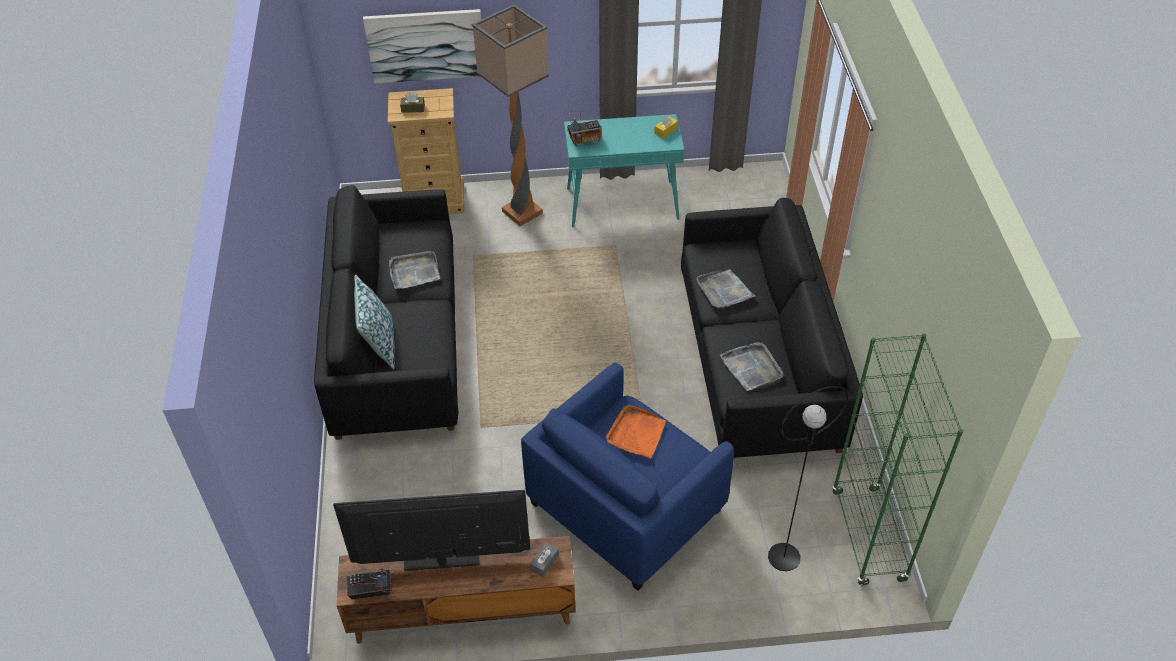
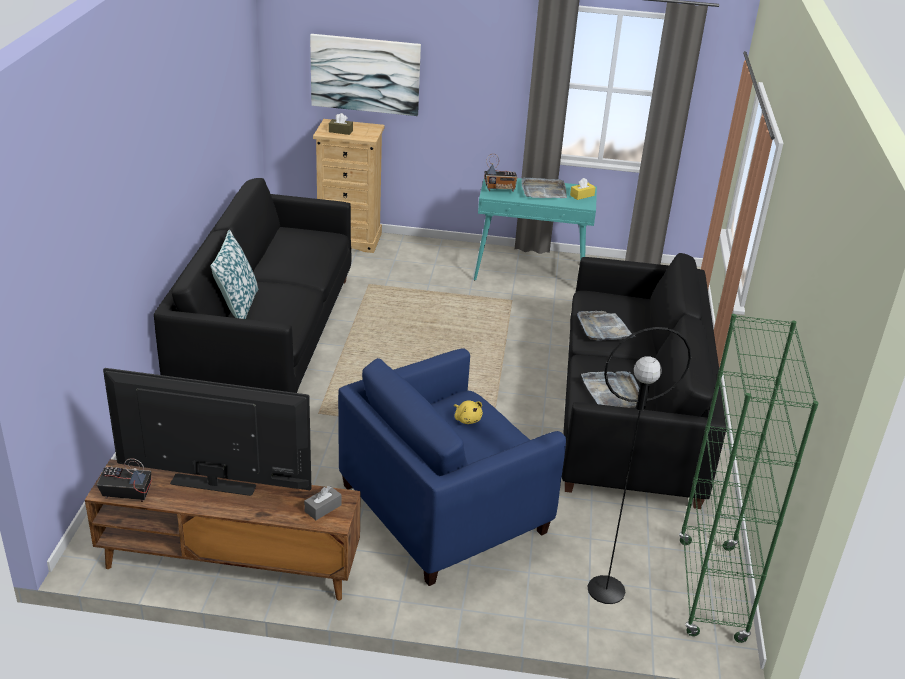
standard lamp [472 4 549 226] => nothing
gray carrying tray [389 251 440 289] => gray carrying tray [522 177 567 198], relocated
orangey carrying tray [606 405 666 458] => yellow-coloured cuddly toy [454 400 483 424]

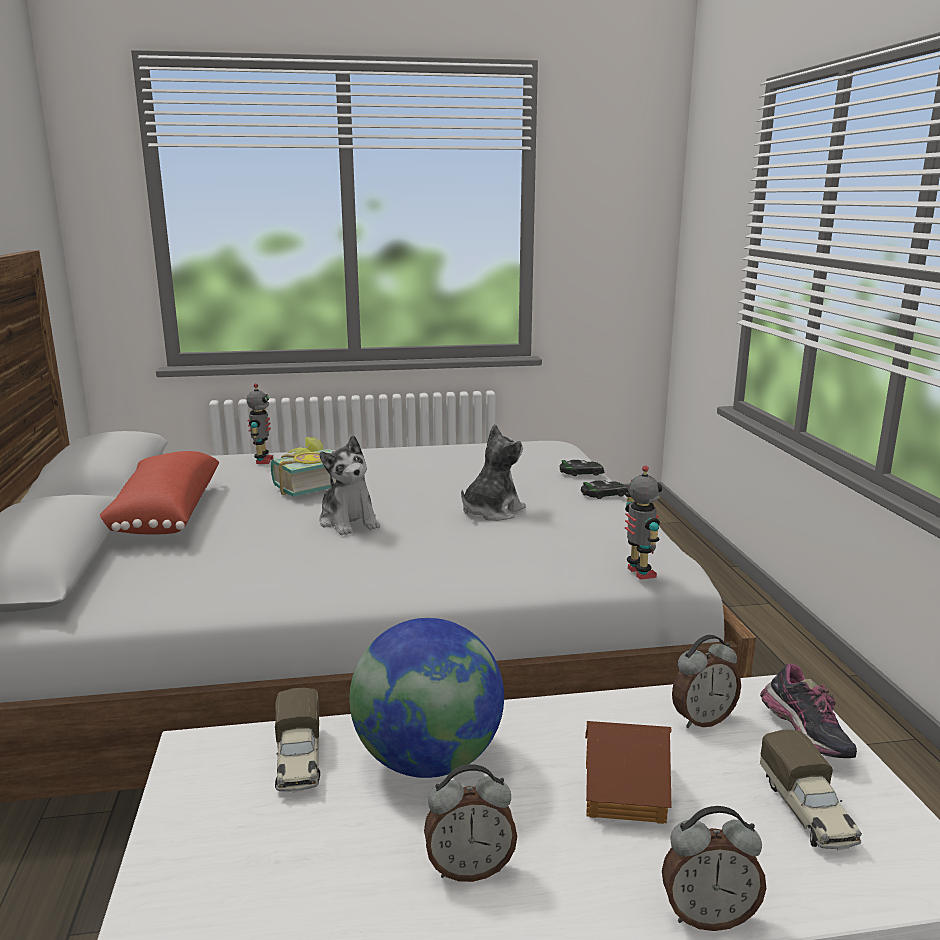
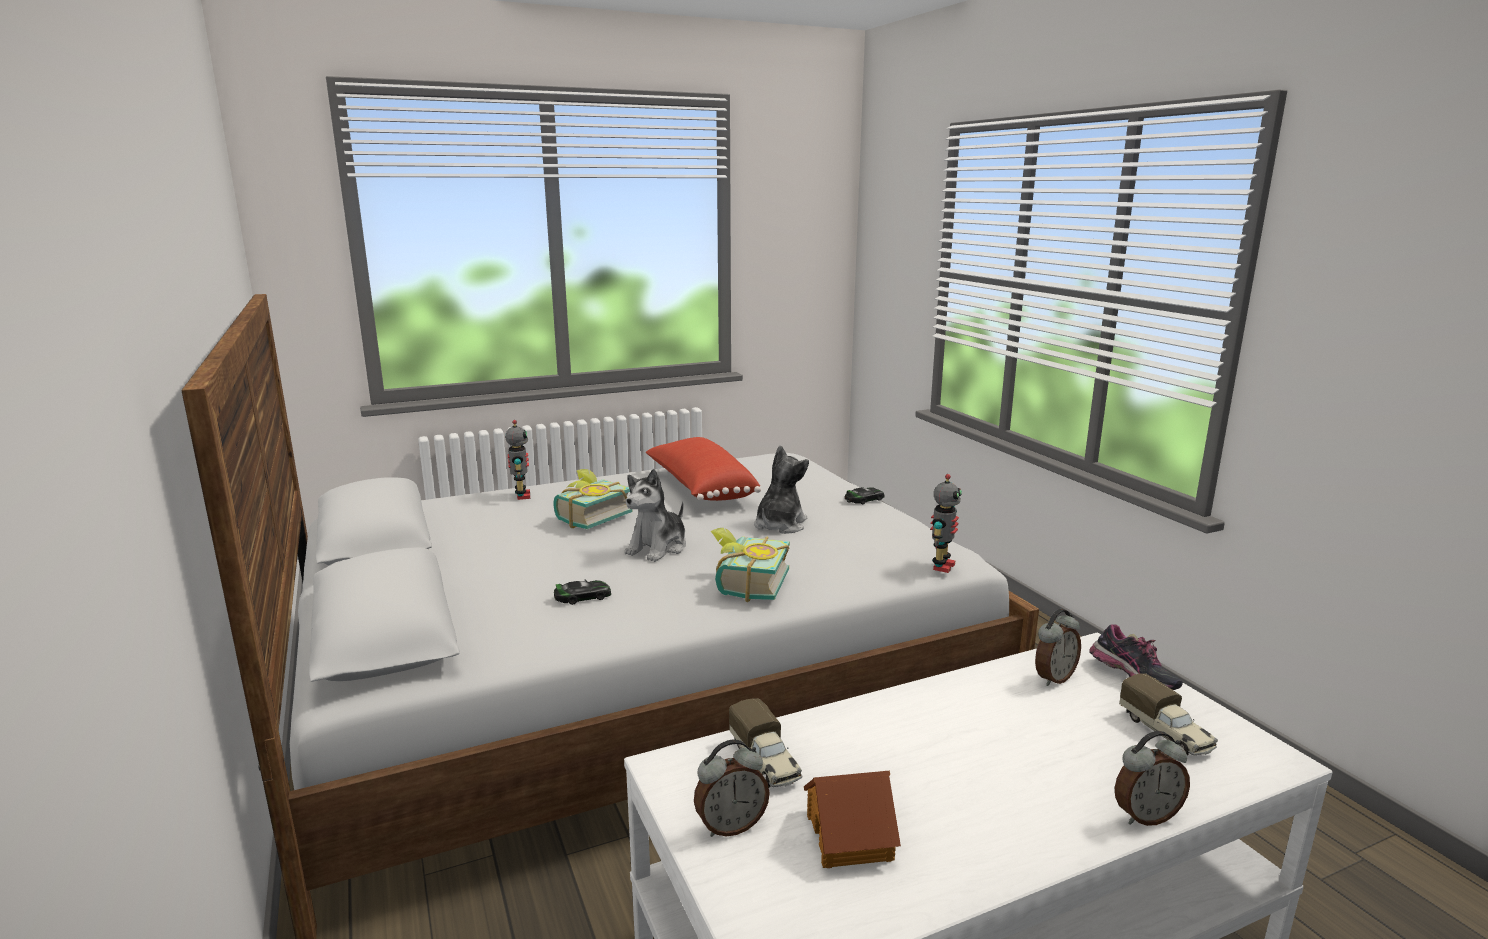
cuddly toy [319 435 380 536] => cuddly toy [624 469 686 562], 75 degrees clockwise
red-coloured pillow [100 451 219 534] => red-coloured pillow [646 437 761 501], relocated
model car [560 460 604 476] => model car [554 580 611 605], relocated
toy robot [625 465 662 580] => toy robot [930 474 962 573], 60 degrees clockwise
desk globe [349 618 504 778] => nothing
model house [585 721 672 824] => model house [804 771 901 868], relocated
alarm clock [424 764 517 882] => alarm clock [694 740 770 837], relocated
nothing => book [711 528 790 602]

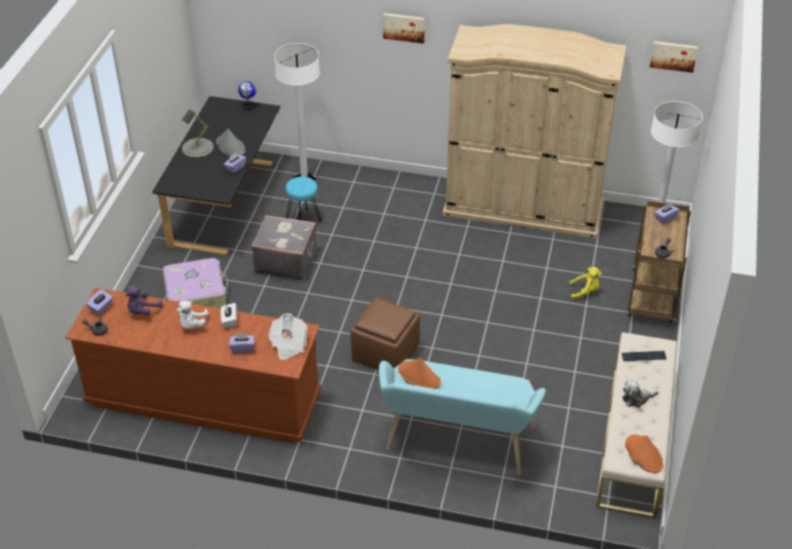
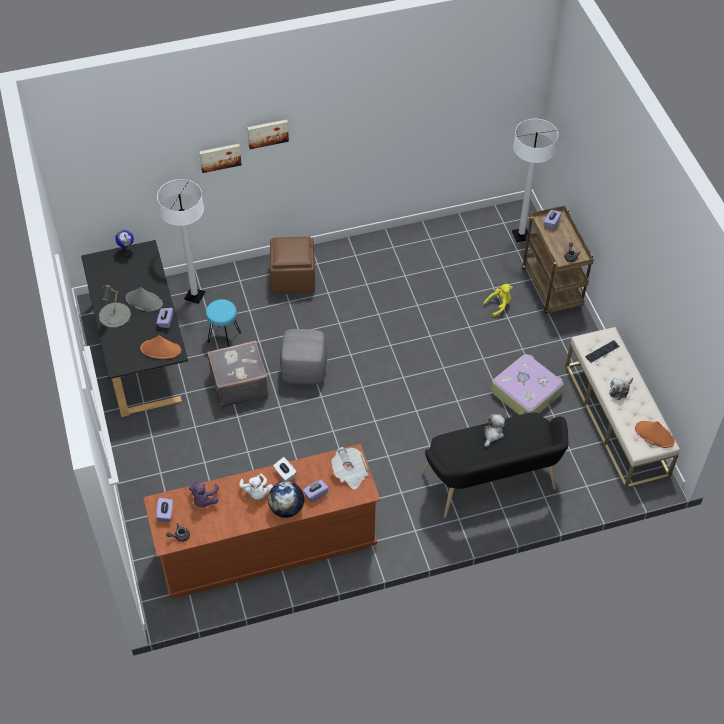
sand-coloured wardrobe [443 24 626 239] => nothing
wall picture [650 41 698 73] => wall picture [199 144 242 173], relocated
piece of luggage [163 258 229 309] => piece of luggage [491 354 564 415], relocated
brownish pouffe [351 297 420 370] => brownish pouffe [270 237 315 294], relocated
orangey hat [398 358 441 389] => orangey hat [140 335 181 359], relocated
blue-green indoor bench [379 359 546 475] => blackish indoor bench [421 412 568 518]
nothing => gray pouffe [280 329 327 385]
nothing => cuddly toy [484 414 505 447]
nothing => desk globe [268 481 304 518]

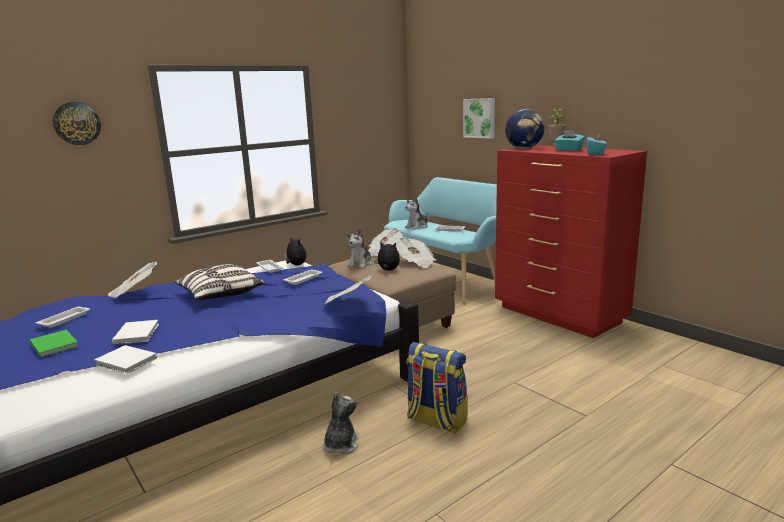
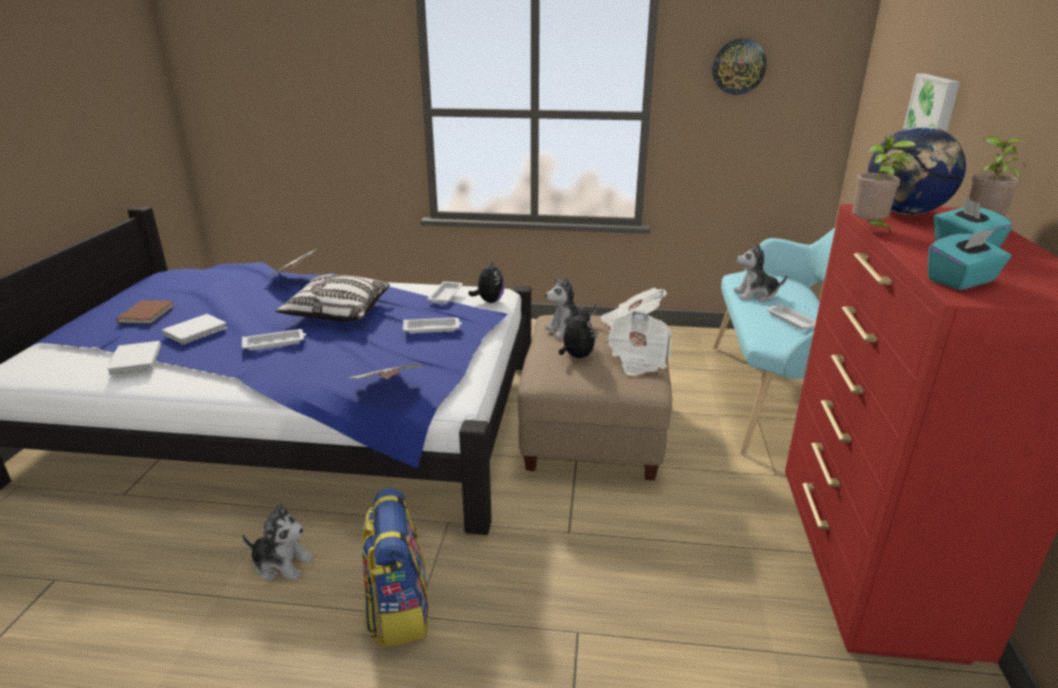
hanging clock [53 102 101 145] => hanging clock [712 38 767 95], relocated
white carrying tray [35 307 90 328] => white carrying tray [242 329 306 350], relocated
green-coloured book [30 330 79 358] => brownish book [116 300 175 325]
cuddly toy [323 392 359 455] => cuddly toy [242 503 314 581], 45 degrees clockwise
nothing => plant in a pot [852 136 916 233]

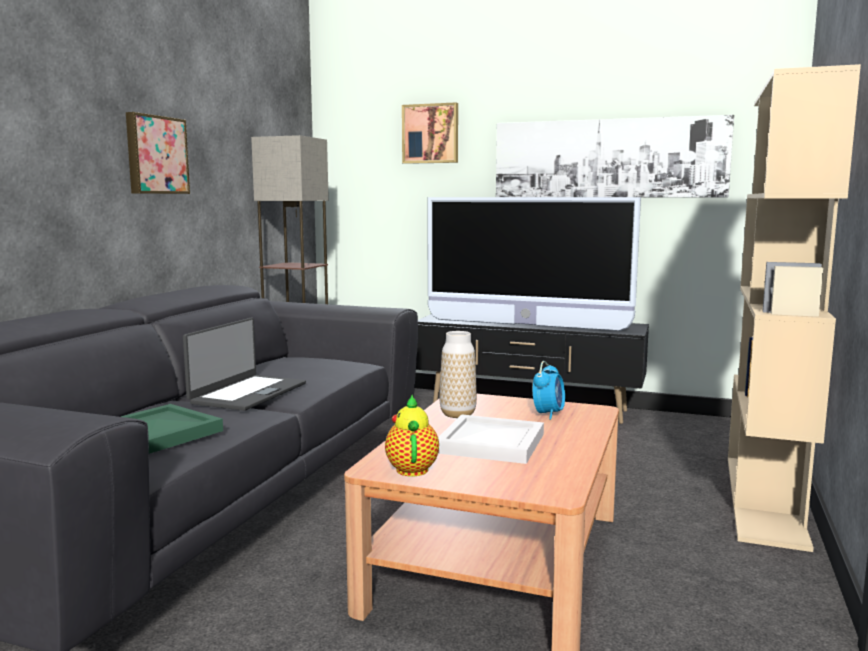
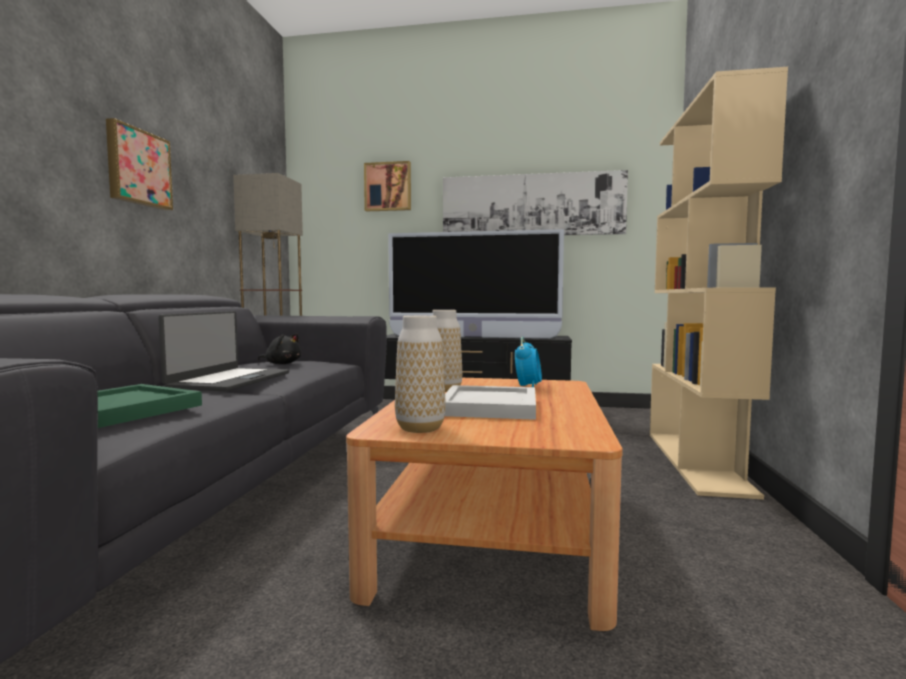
teapot [385 395 439 477] => decorative vase [395 315 446 433]
nothing => blackish cuddly toy [258 334 301 364]

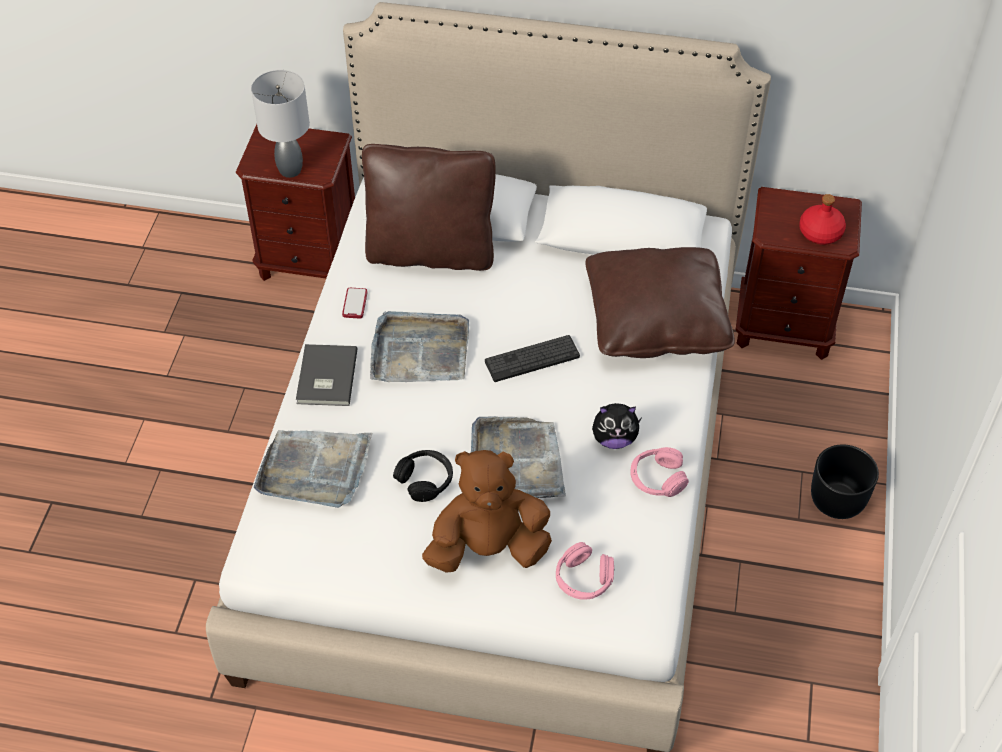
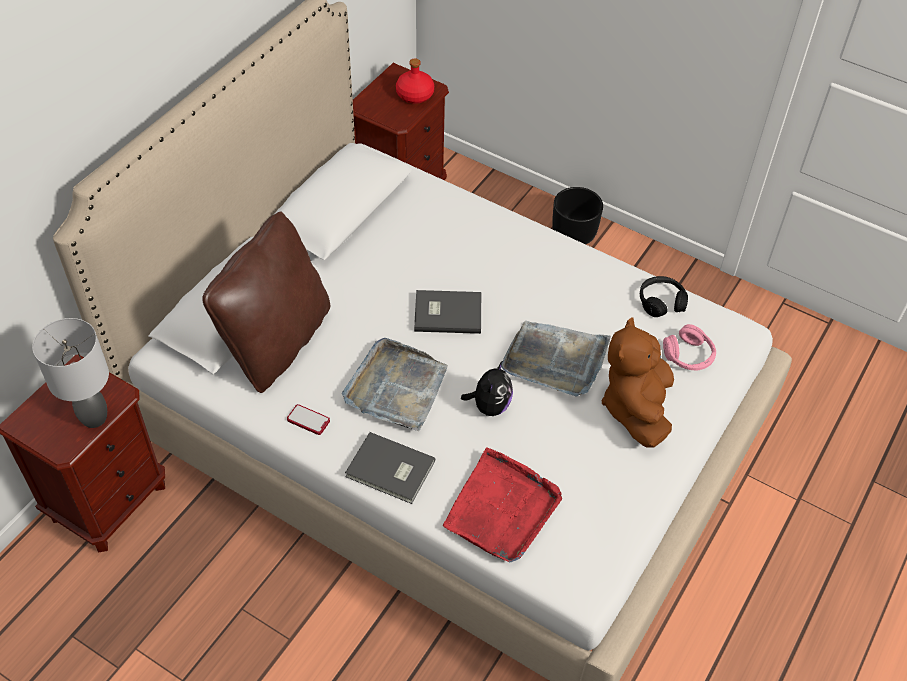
brownish pillow [585 247 735 358] => nothing
computer keyboard [485 335 580 382] => gray book [414 290 481 334]
cuddly toy [592 403 641 449] => cuddly toy [461 361 513 416], relocated
gray carrying tray [254 430 372 508] => red-coloured carrying tray [443 448 562 563]
pinkish pair of headphones [630 447 689 497] => nothing
blackish pair of headphones [393 450 453 502] => blackish pair of headphones [640 276 688 317], relocated

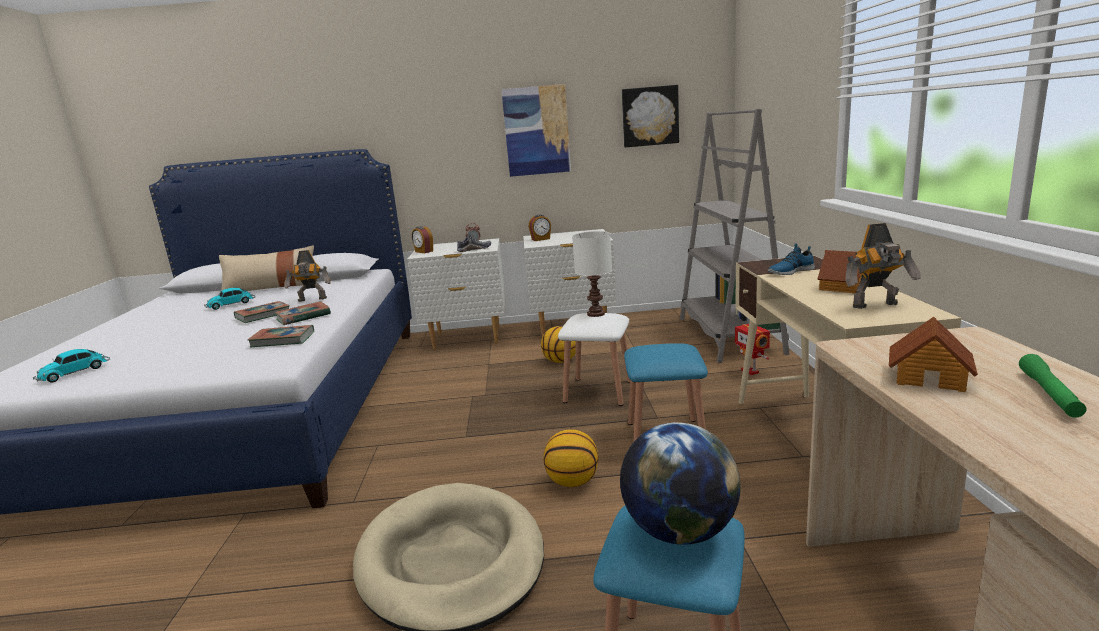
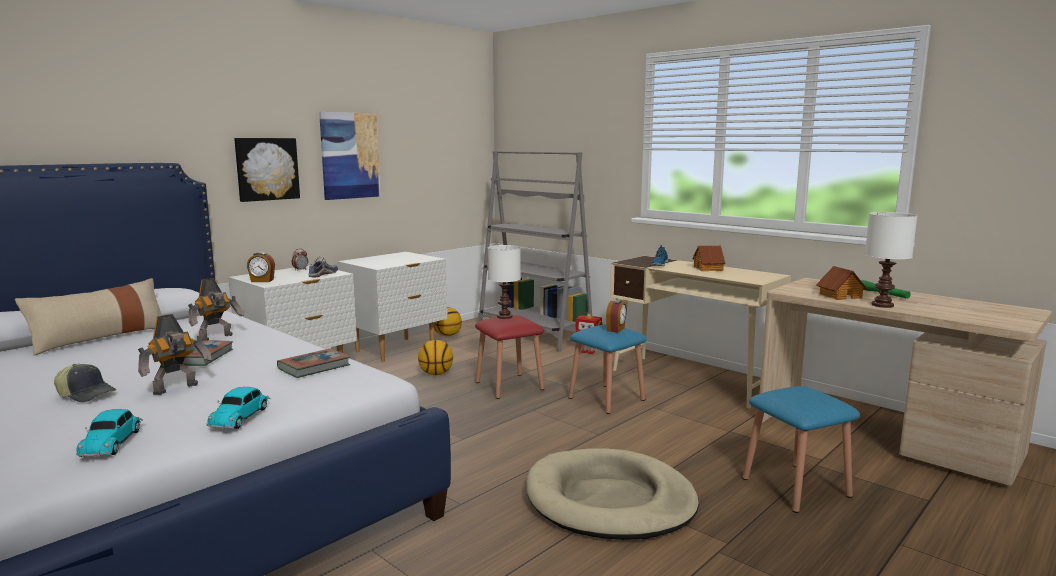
wall picture [622 85 679 147] => wall picture [234 138 300 202], relocated
alarm clock [528 214 551 241] => alarm clock [606 300 627 333], relocated
toy robot [845 223 921 309] => toy robot [138 314 212 395], relocated
model car [204 288 255 310] => model car [207 387 271 429], relocated
book [275 301 331 325] => nothing
white stool seat [558 313 630 406] => red-coloured stool seat [475 315 544 399]
desk globe [620 422 741 545] => nothing
ball for basketball [544 429 598 487] => ball for basketball [435 307 462 336], relocated
nothing => white table lamp [865 212 918 308]
nothing => baseball cap [54 364 116 402]

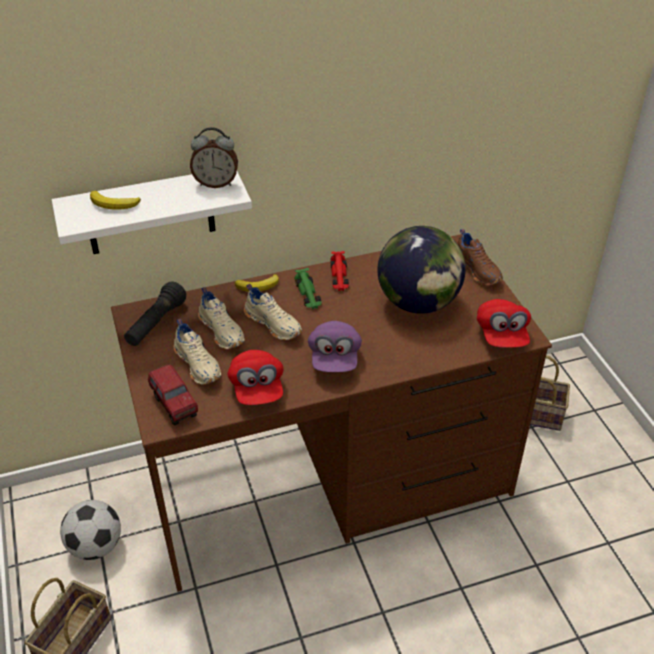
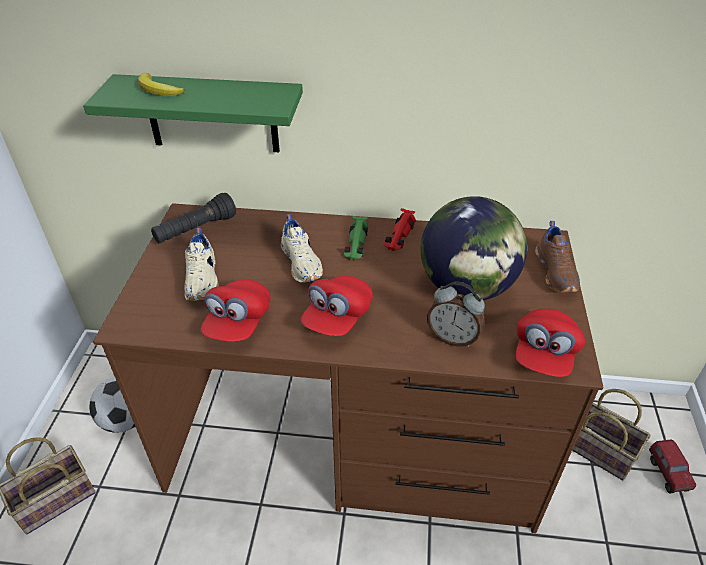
alarm clock [190 127 238 188] => alarm clock [427 282 485 347], relocated
white bracket shelf [52 171 252 254] => green-coloured bracket shelf [83 74 303 152]
banana [235 274 279 292] => nothing
sand-coloured shoe [198 287 245 349] => nothing
purple-coloured baseball cap [308 321 362 372] => red-coloured baseball cap [300 276 373 336]
toy truck [148 364 198 425] => toy truck [649 440 696 493], relocated

